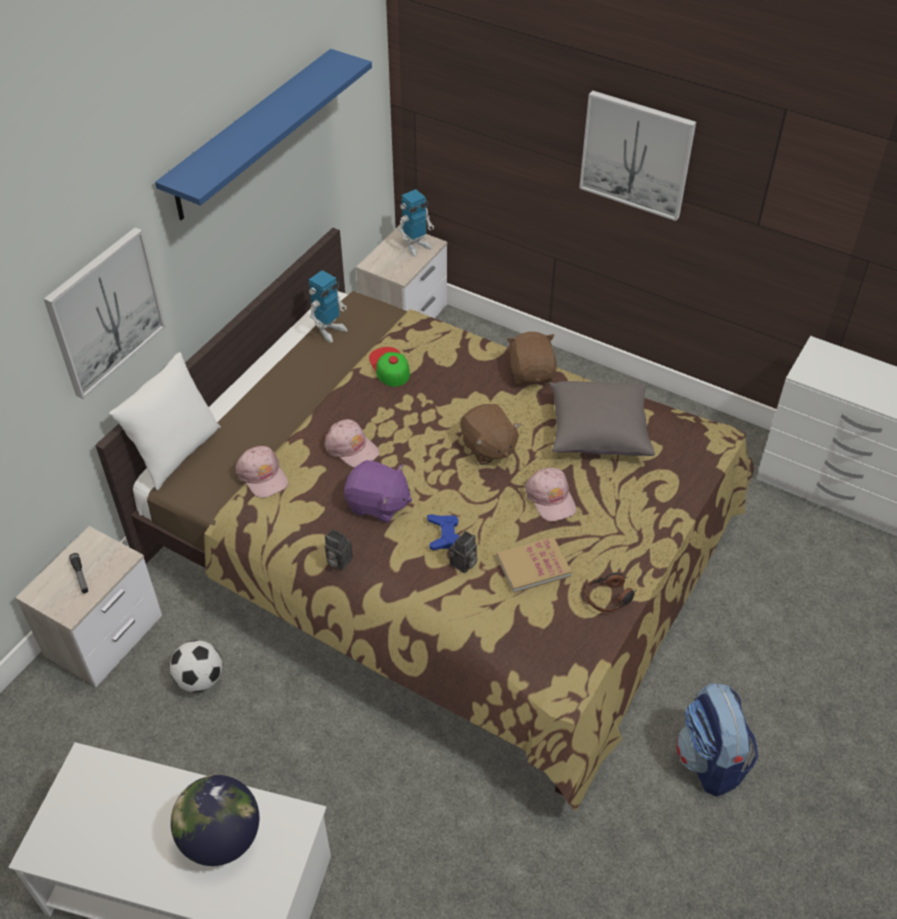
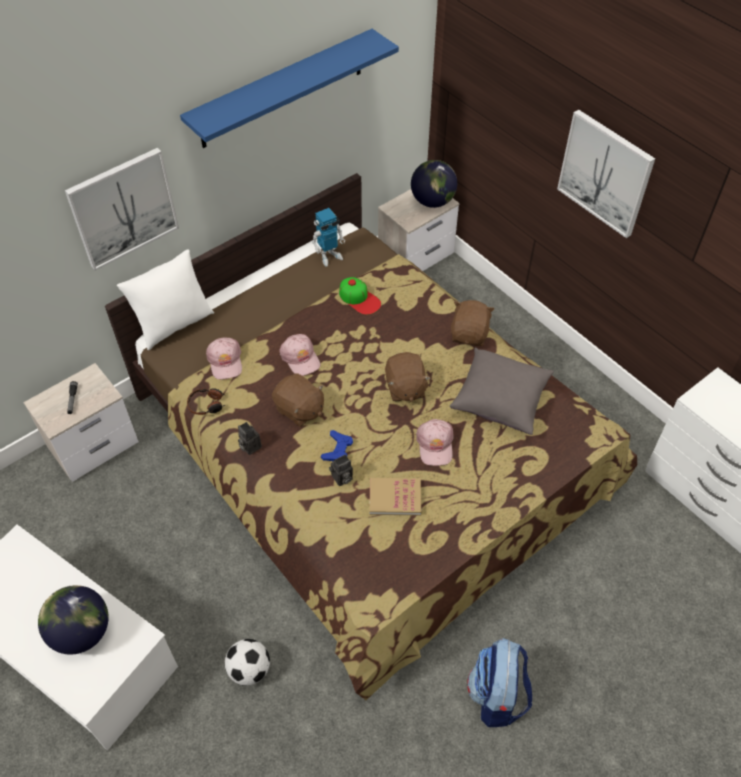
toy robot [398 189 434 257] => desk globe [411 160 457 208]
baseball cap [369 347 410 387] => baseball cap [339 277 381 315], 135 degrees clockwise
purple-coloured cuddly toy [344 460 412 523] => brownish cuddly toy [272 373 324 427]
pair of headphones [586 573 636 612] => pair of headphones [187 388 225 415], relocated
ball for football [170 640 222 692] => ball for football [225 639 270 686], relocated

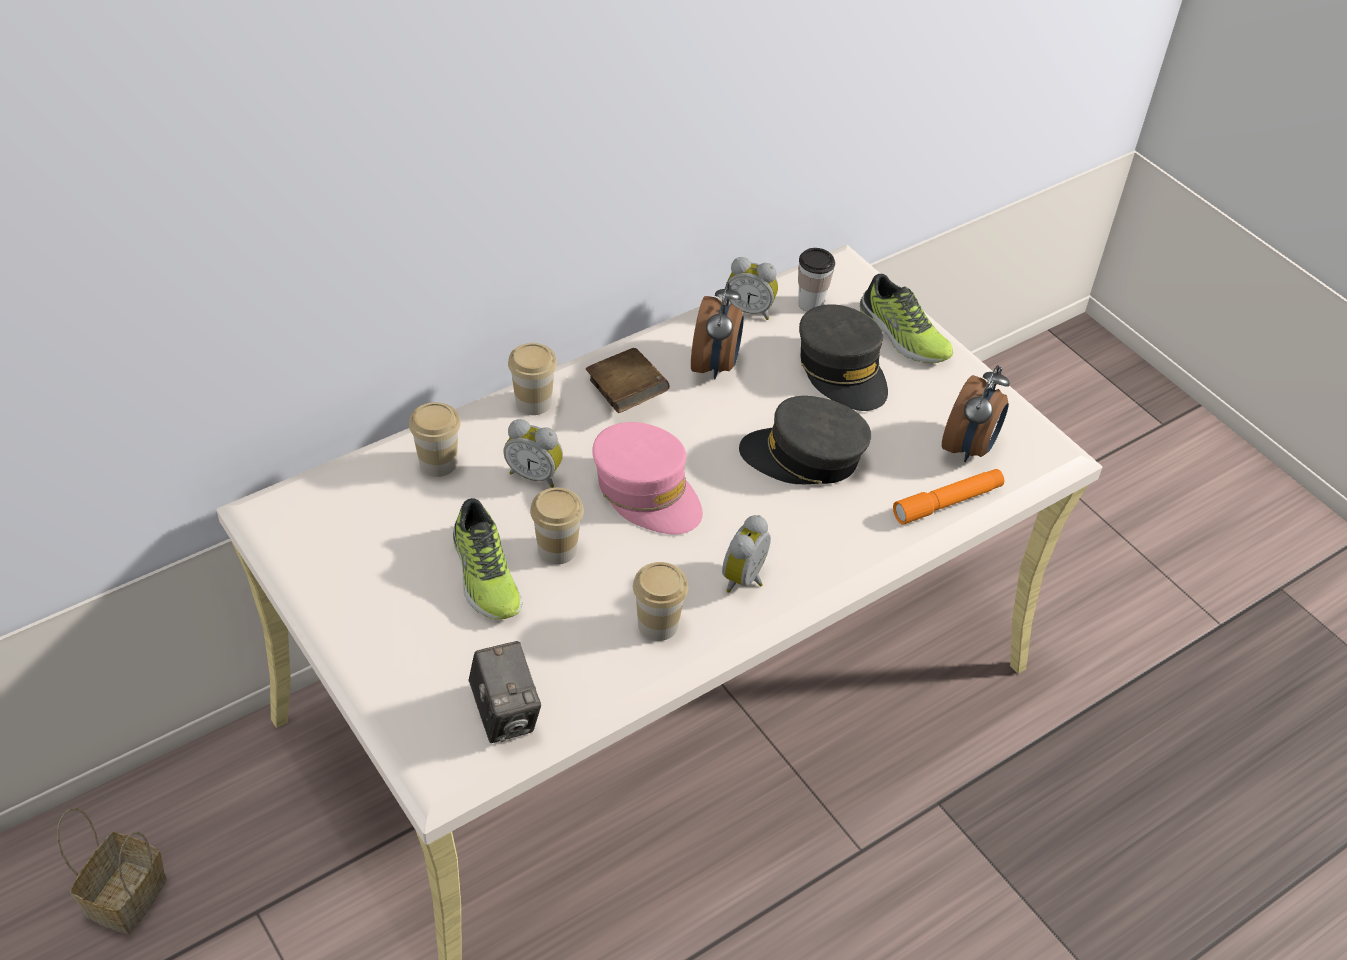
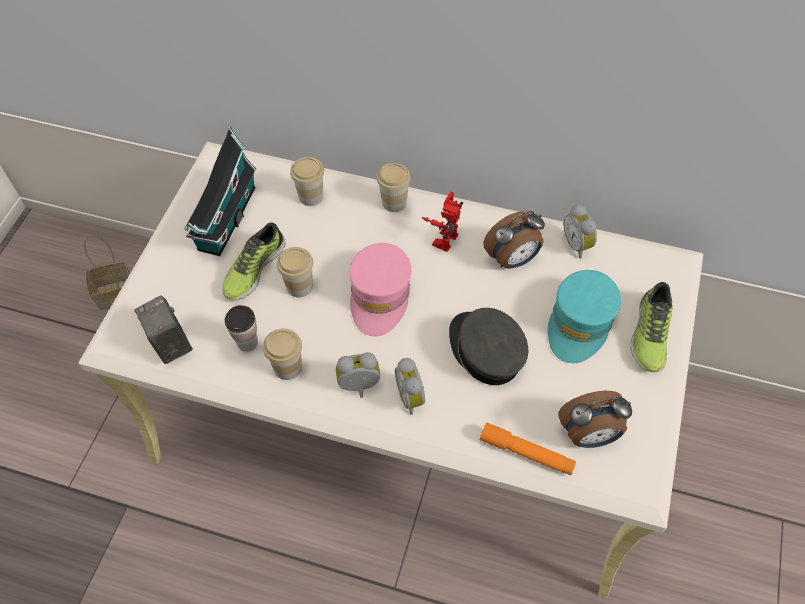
cup [798 248 835 312] => cup [225 305 258 352], relocated
gray baseball cap [799 304 888 411] => blue-green baseball cap [548 270 621 363]
brownish book [586 348 670 413] => toy robot [422 192 463 252]
alarm clock [503 419 563 488] => alarm clock [395 358 425 415], relocated
still camera [469 641 541 743] => still camera [135 295 192 364], 120 degrees clockwise
nothing => model house [184 126 256 256]

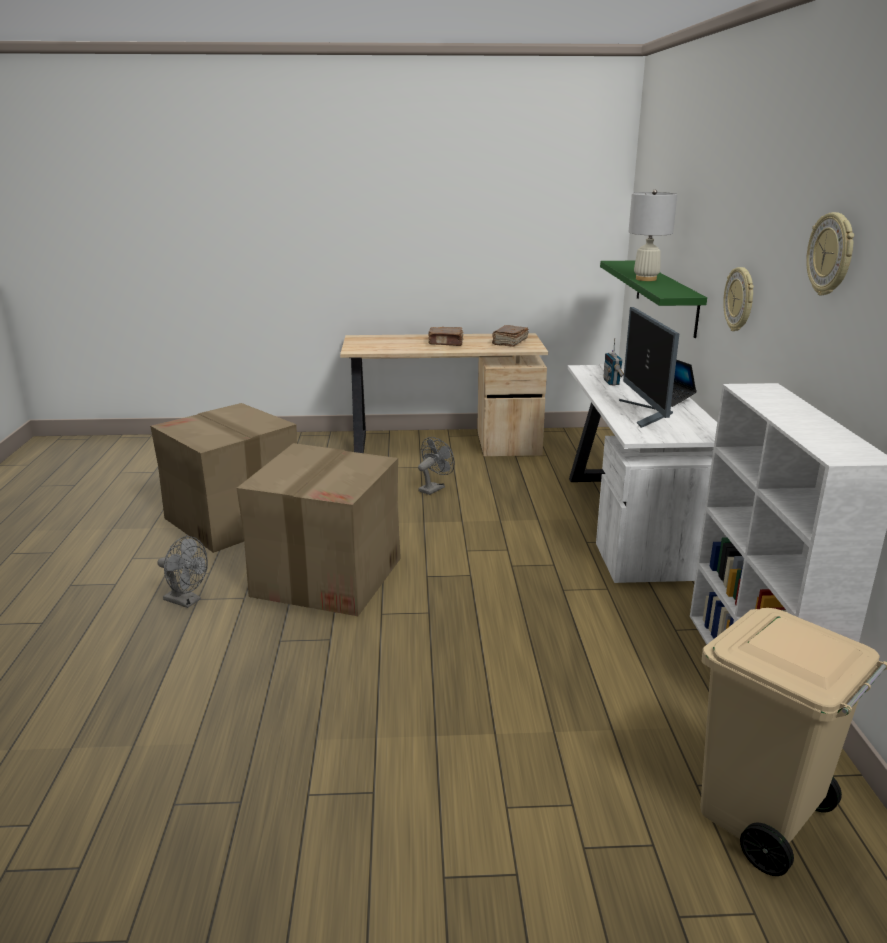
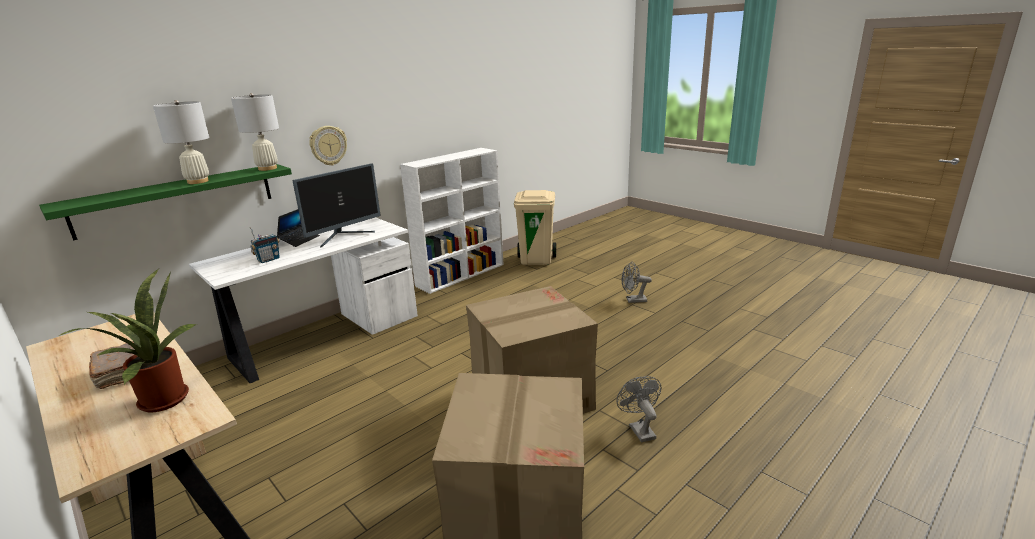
hanging clock [806 212 854 295] => nothing
brownish book [492 325 529 347] => nothing
gray fan [418 437 455 495] => gray fan [621 262 652 303], relocated
nothing => white table lamp [231 93 279 171]
nothing => plant in a pot [59 269 197 412]

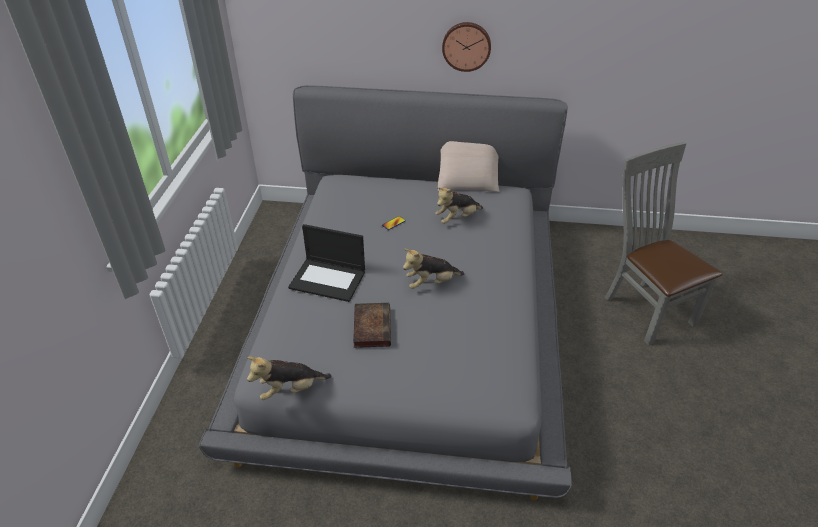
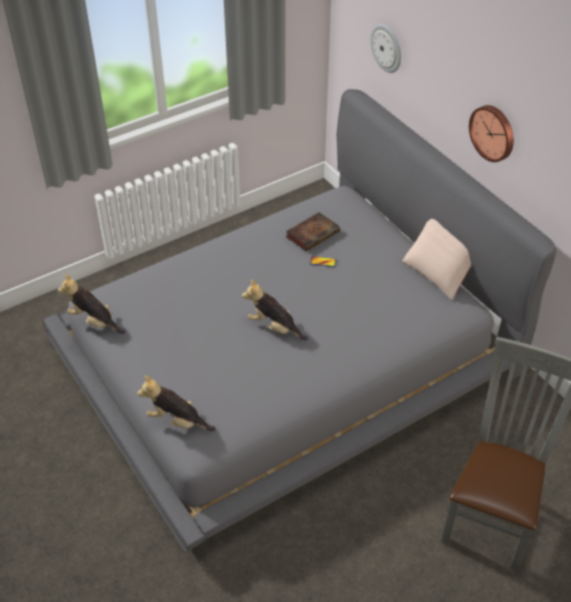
cuddly toy [435 187 483 224] => cuddly toy [137 375 216 431], relocated
portable computer [288 224 365 302] => nothing
book [353 303 391 348] => book [286 212 340 251], relocated
nothing => hanging clock [370 24 401 73]

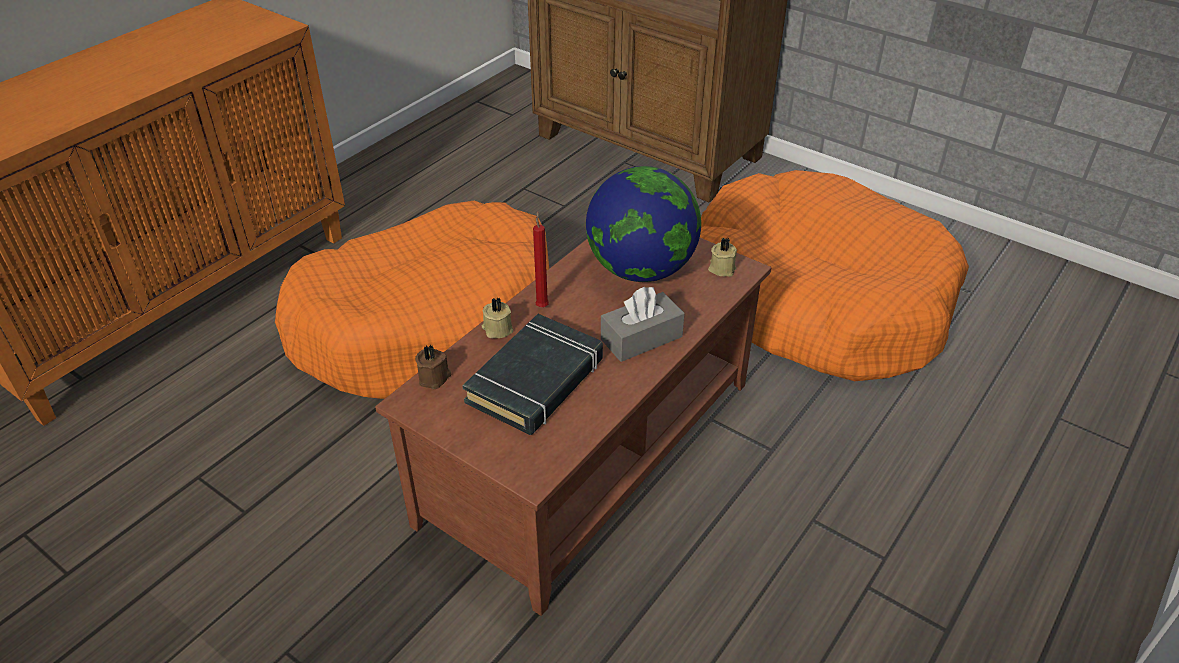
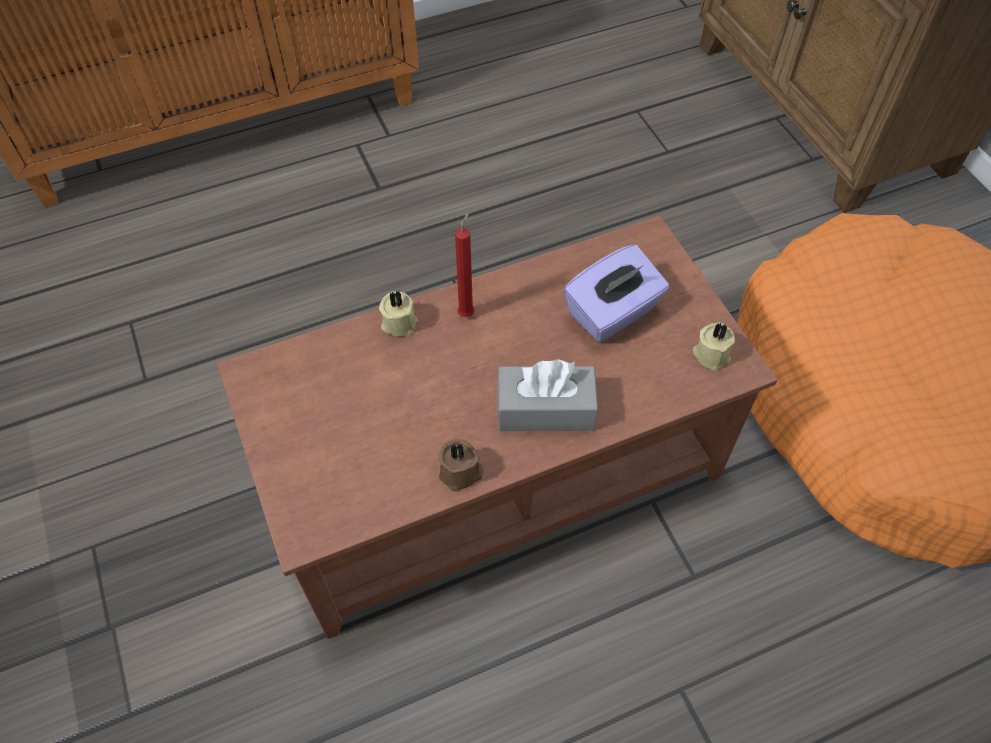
desk globe [586 166 701 282] => purple-coloured box of tissues [563 244 669 342]
orangey pet bed [275 201 549 399] => nothing
blackish book [462 314 603 435] => nothing
brownish wax light [415 345 452 389] => brownish wax light [439 439 483 492], relocated

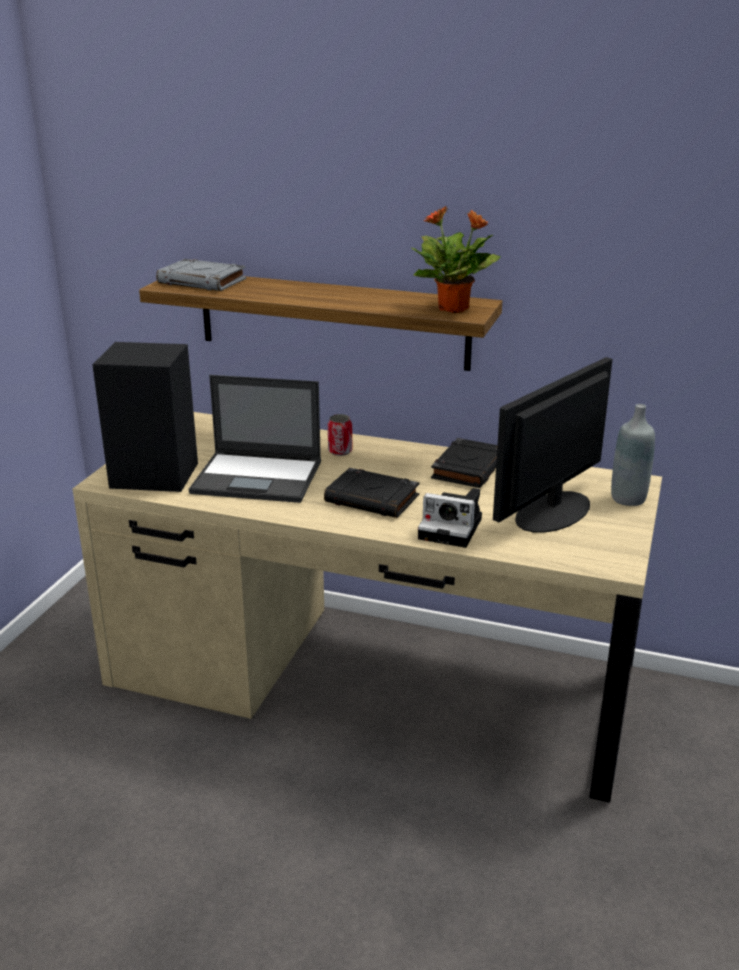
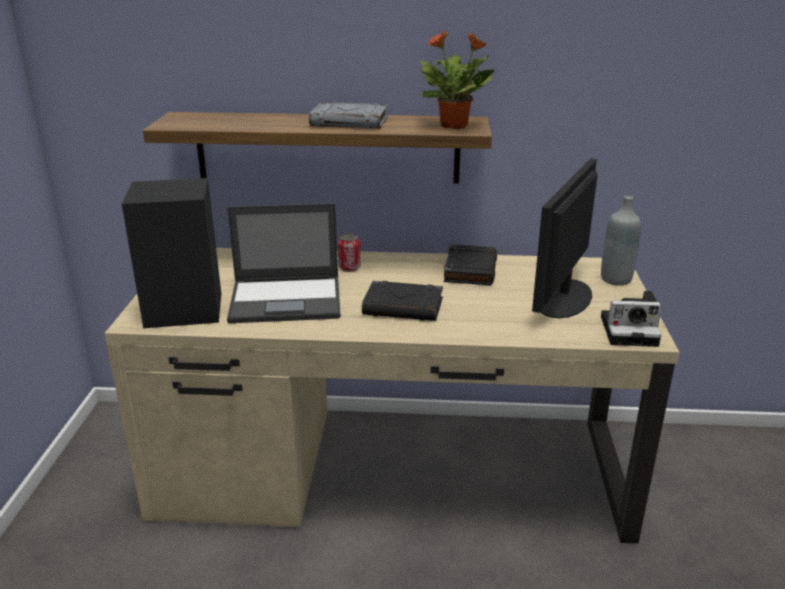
gray book [156 259 246 291] => gray book [309 102 388 129], relocated
still camera [418 488 482 548] => still camera [601 291 662 347], relocated

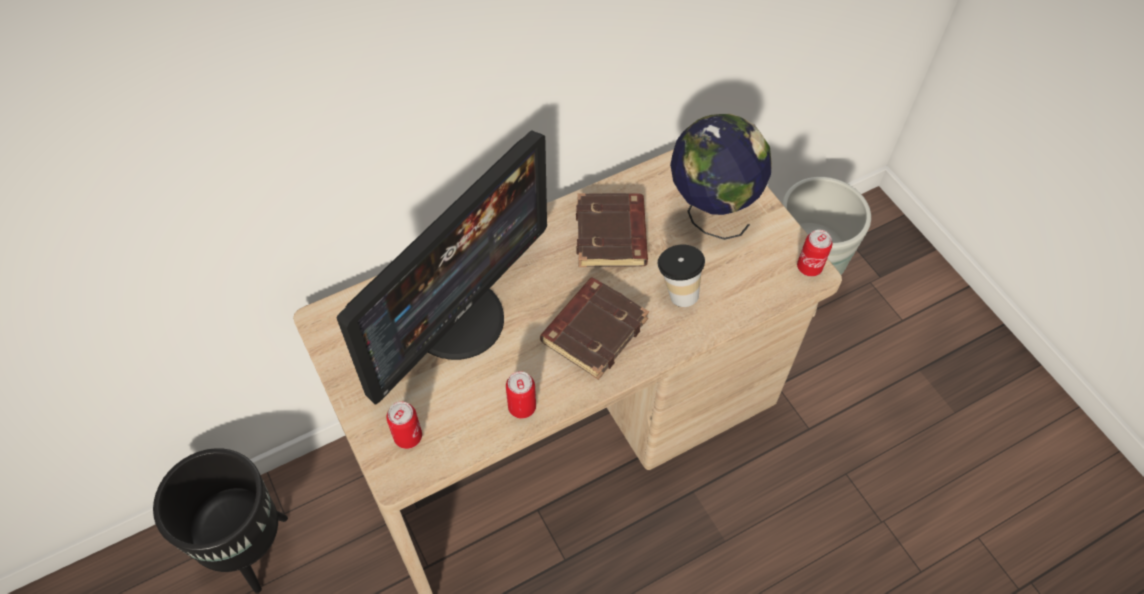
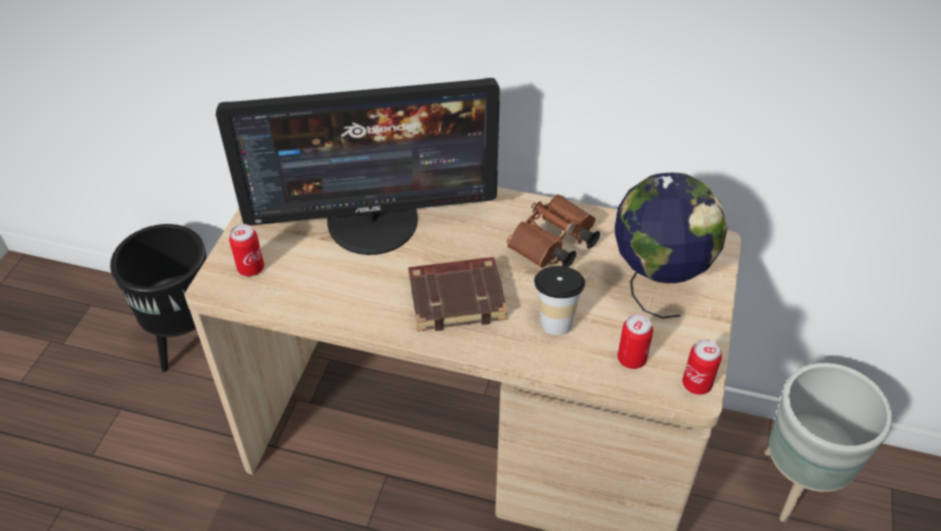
brownish book [576 193 648 267] => brownish pair of binoculars [507 194 600 268]
sealed can [506 371 536 419] => sealed can [618 314 653 369], relocated

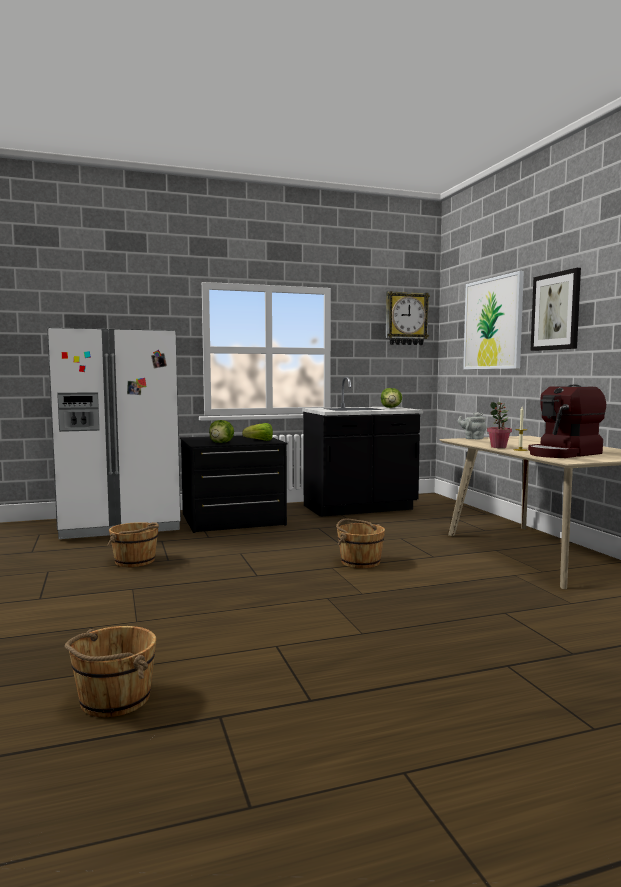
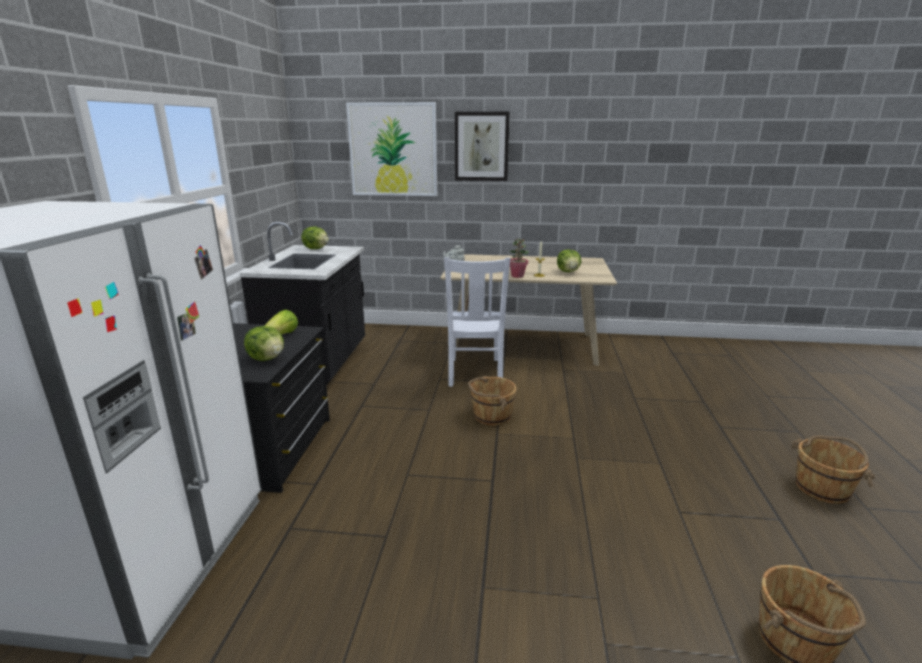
hanging clock [386 291 430 345] => nothing
coffee maker [528 385 606 458] => head of lettuce [557 250 581 272]
brownish water bucket [107 522 159 567] => brownish water bucket [791 436 875 504], relocated
nothing => white plain chair [444 257 510 387]

